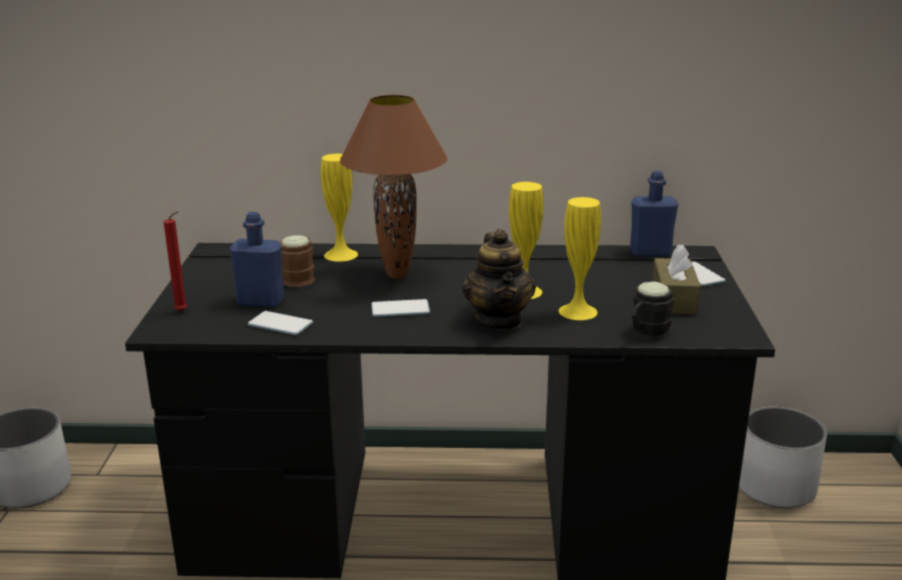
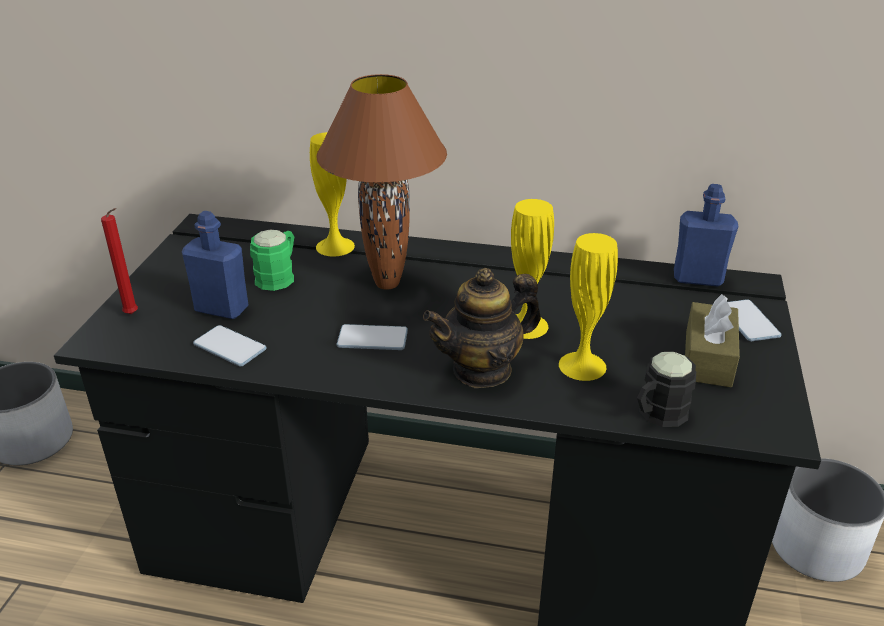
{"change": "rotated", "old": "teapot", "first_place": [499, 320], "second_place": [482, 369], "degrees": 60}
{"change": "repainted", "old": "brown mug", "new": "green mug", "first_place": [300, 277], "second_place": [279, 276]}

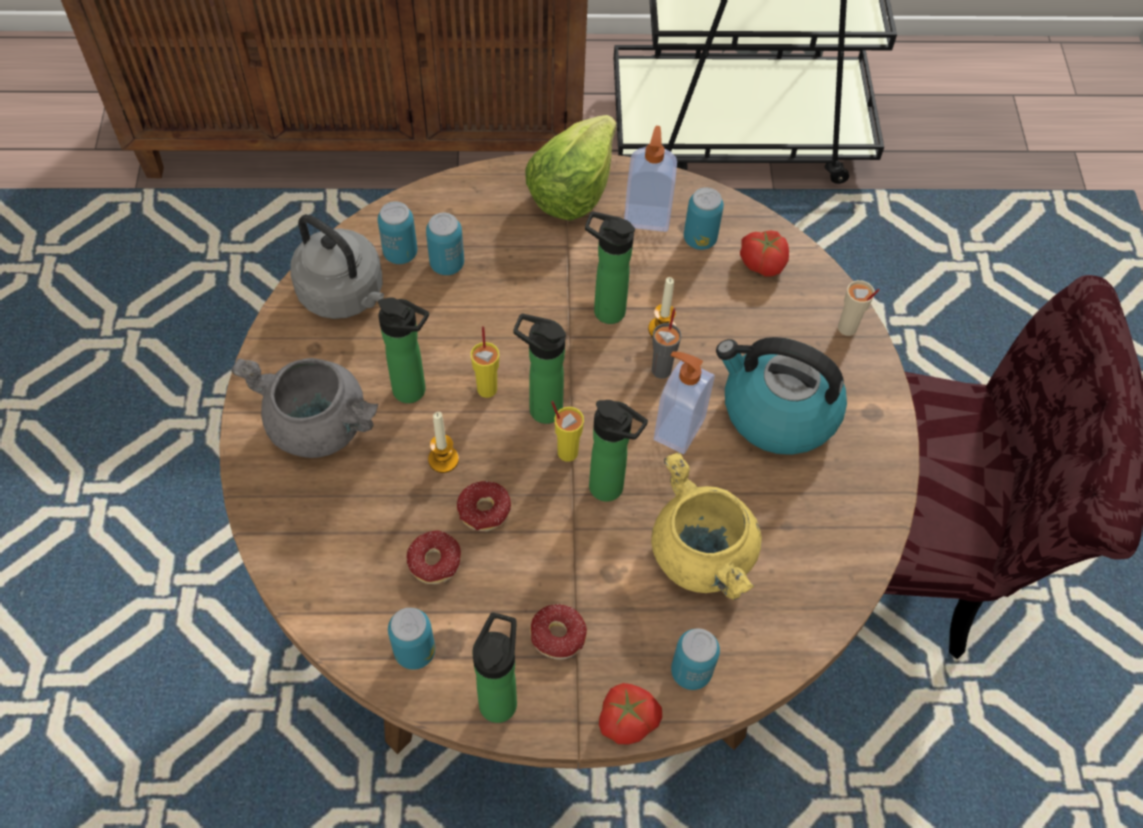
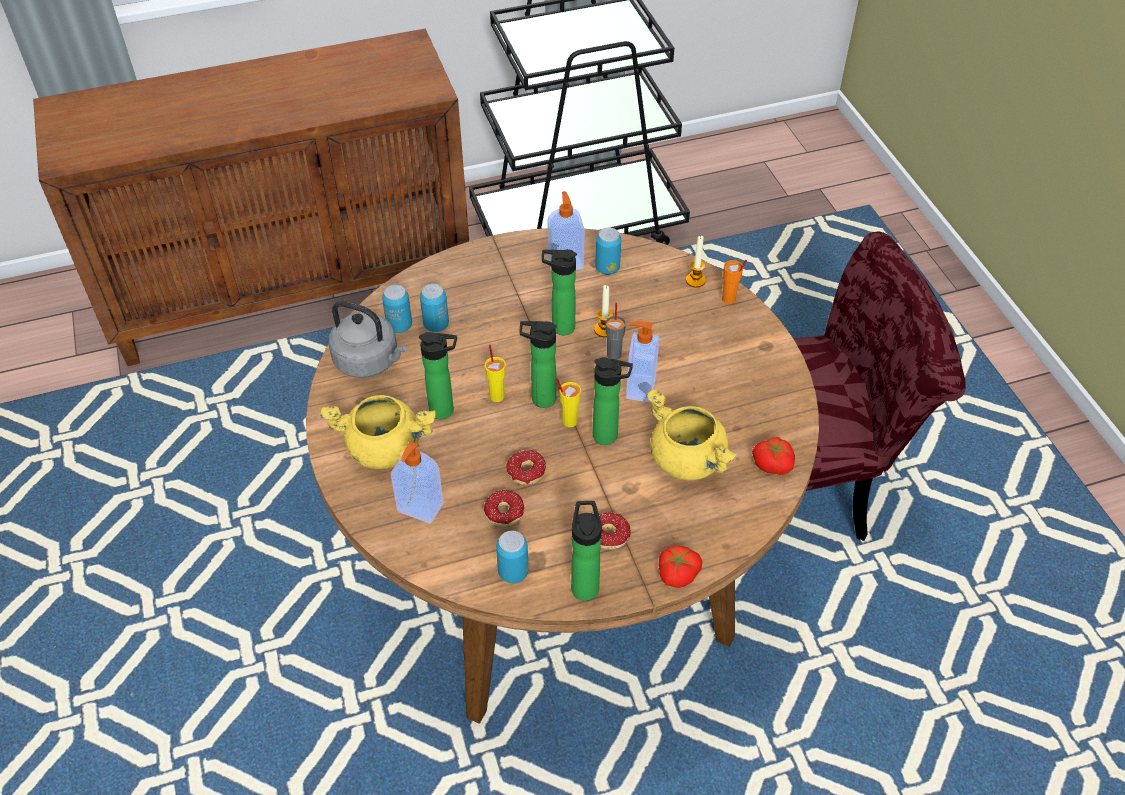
{"change": "gone", "old": "lettuce", "first_place": [572, 187]}
{"change": "shifted", "old": "tomato", "first_place": [763, 262], "second_place": [773, 463]}
{"change": "repainted", "old": "beige cup", "new": "orange cup", "first_place": [847, 328], "second_place": [729, 299]}
{"change": "gone", "old": "kettle", "first_place": [777, 411]}
{"change": "repainted", "old": "grey cooking pot", "new": "yellow cooking pot", "first_place": [319, 425], "second_place": [385, 448]}
{"change": "shifted", "old": "candle", "first_place": [443, 459], "second_place": [695, 280]}
{"change": "gone", "old": "can", "first_place": [691, 672]}
{"change": "new", "new": "soap dispenser", "second_place": [419, 509]}

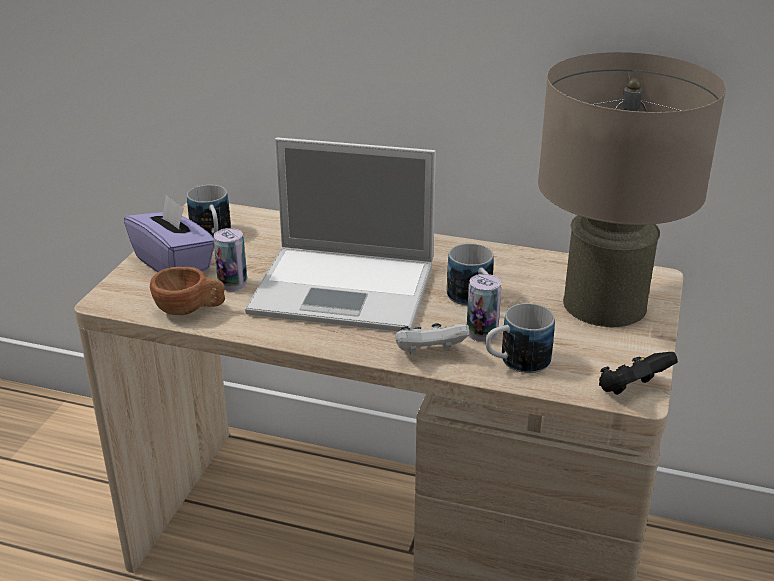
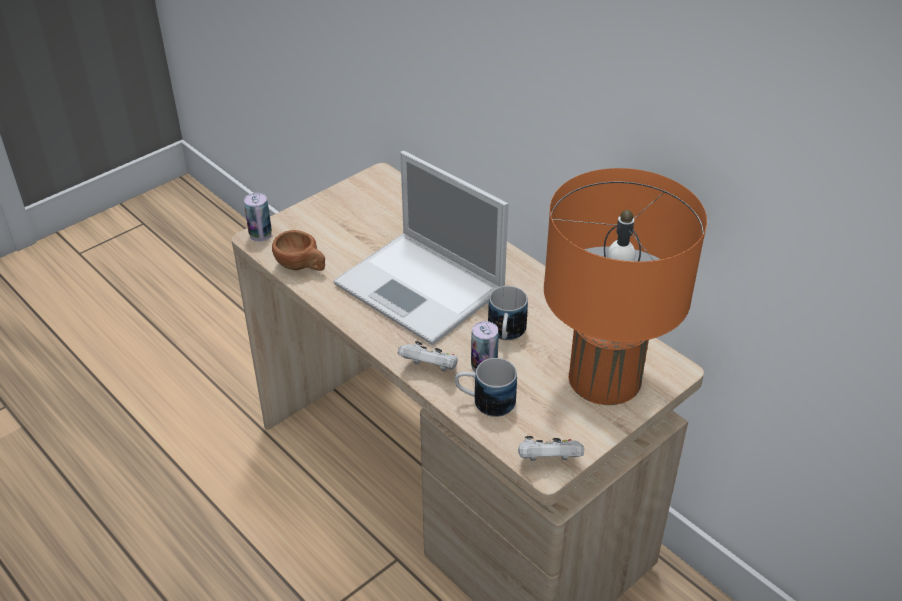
{"change": "repainted", "old": "beige table lamp", "new": "orange table lamp", "first_place": [604, 304], "second_place": [604, 378]}
{"change": "gone", "old": "mug", "first_place": [212, 235]}
{"change": "gone", "old": "purple tissue box", "first_place": [174, 264]}
{"change": "shifted", "old": "can", "first_place": [232, 284], "second_place": [260, 235]}
{"change": "repainted", "old": "black game controller", "new": "white game controller", "first_place": [632, 389], "second_place": [548, 461]}

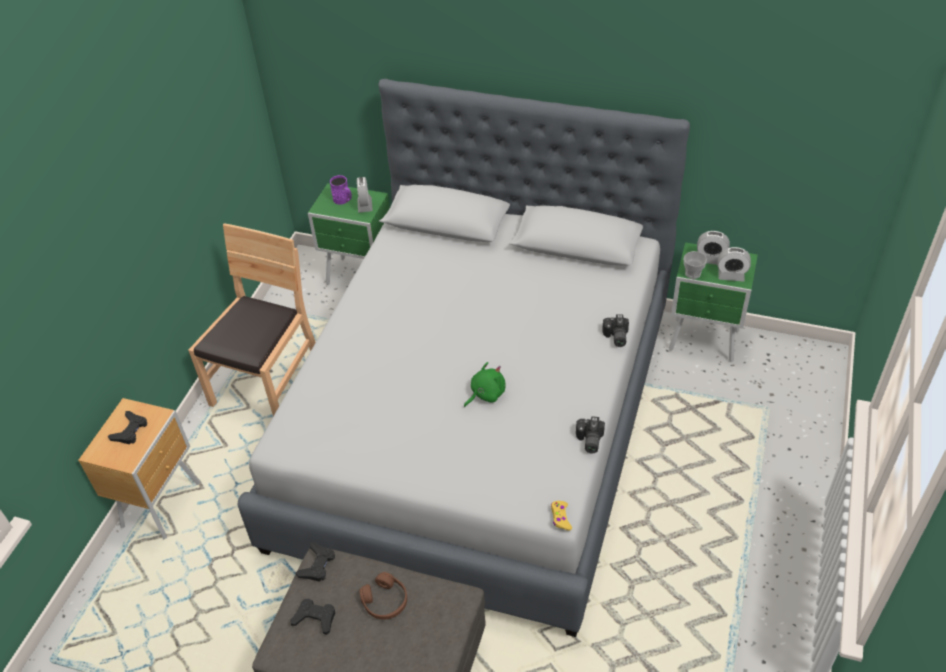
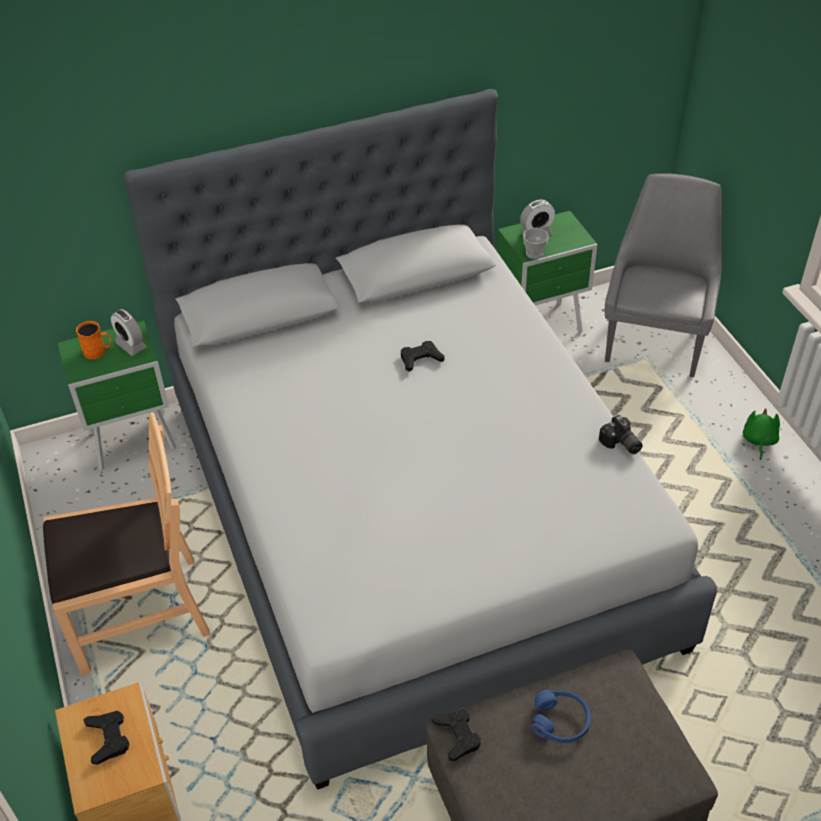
{"change": "repainted", "old": "purple mug", "new": "orange mug", "first_place": [343, 200], "second_place": [98, 351]}
{"change": "rotated", "old": "brown chair", "first_place": [268, 383], "second_place": [138, 613], "degrees": 90}
{"change": "gone", "old": "alarm clock", "first_place": [731, 276]}
{"change": "gone", "old": "photo camera", "first_place": [615, 337]}
{"change": "shifted", "old": "green plush toy", "first_place": [486, 394], "second_place": [758, 441]}
{"change": "gone", "old": "yellow game controller", "first_place": [560, 517]}
{"change": "repainted", "old": "brown headphones", "new": "blue headphones", "first_place": [385, 601], "second_place": [560, 721]}
{"change": "shifted", "old": "black game controller", "first_place": [315, 618], "second_place": [420, 359]}
{"change": "new", "new": "grey chair", "second_place": [655, 340]}

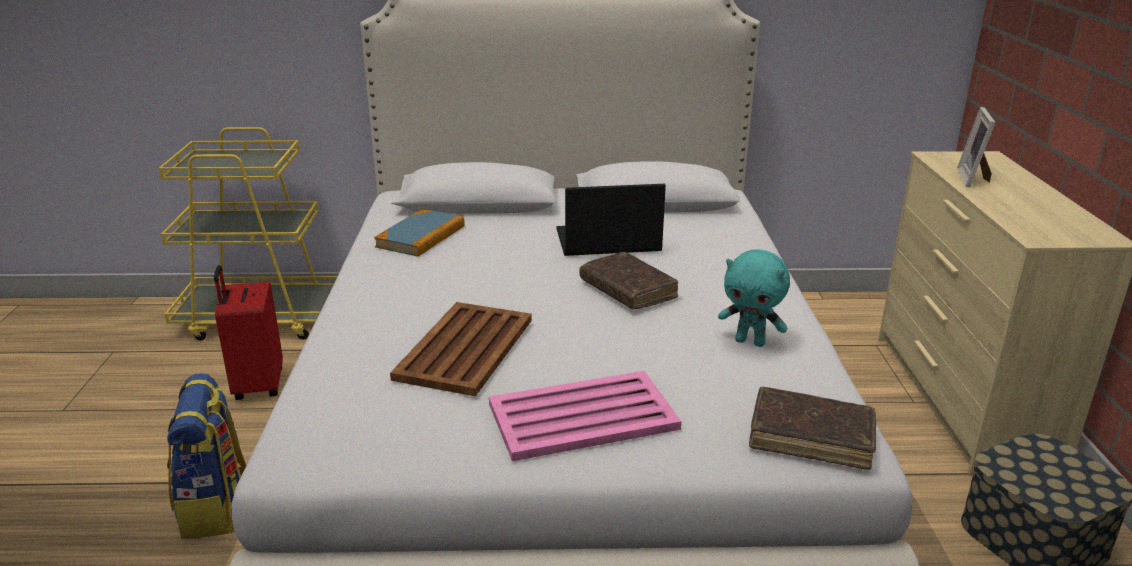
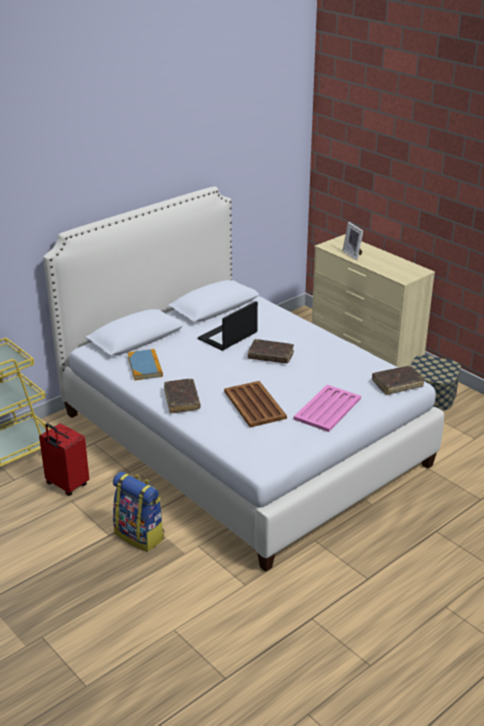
{"change": "gone", "old": "turquoise plush toy", "first_place": [750, 342]}
{"change": "new", "new": "brown book", "second_place": [182, 400]}

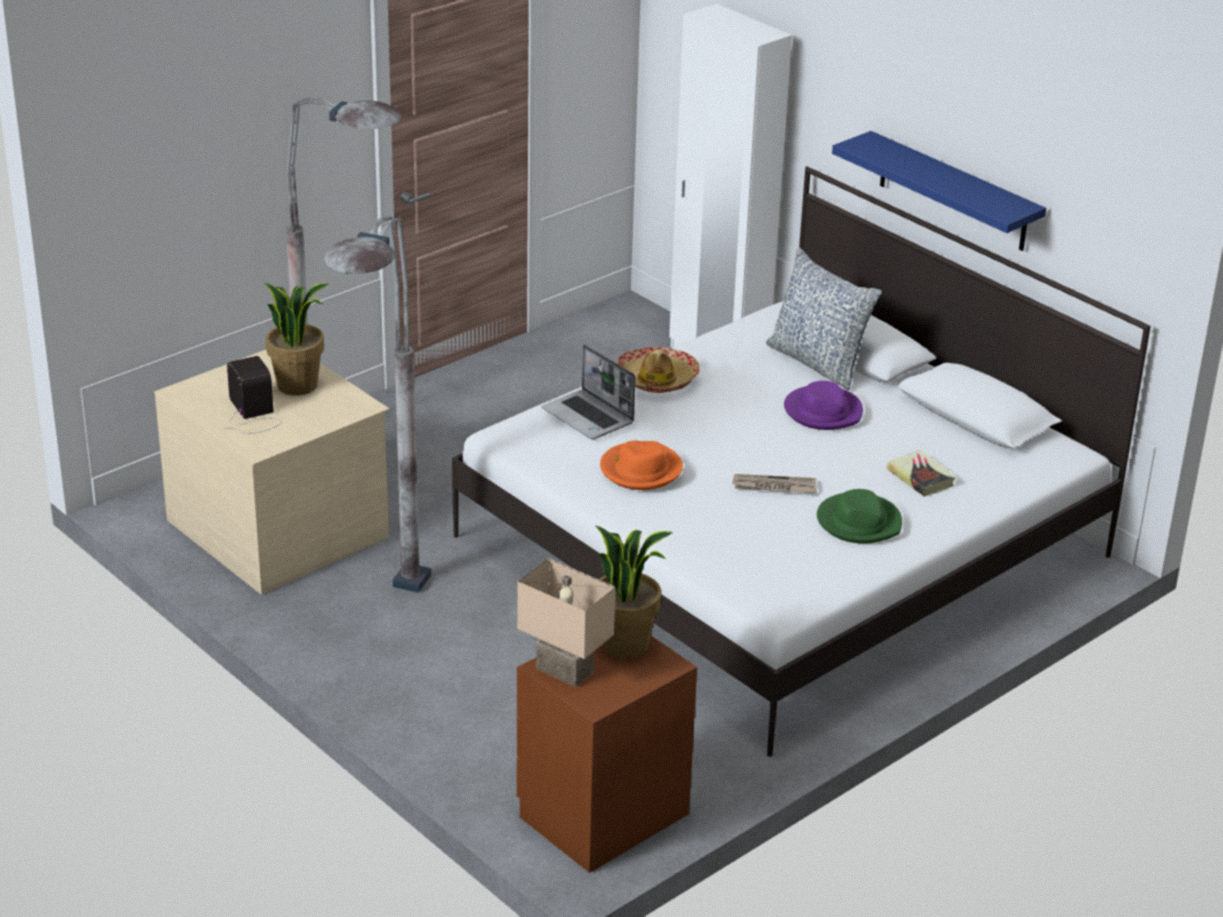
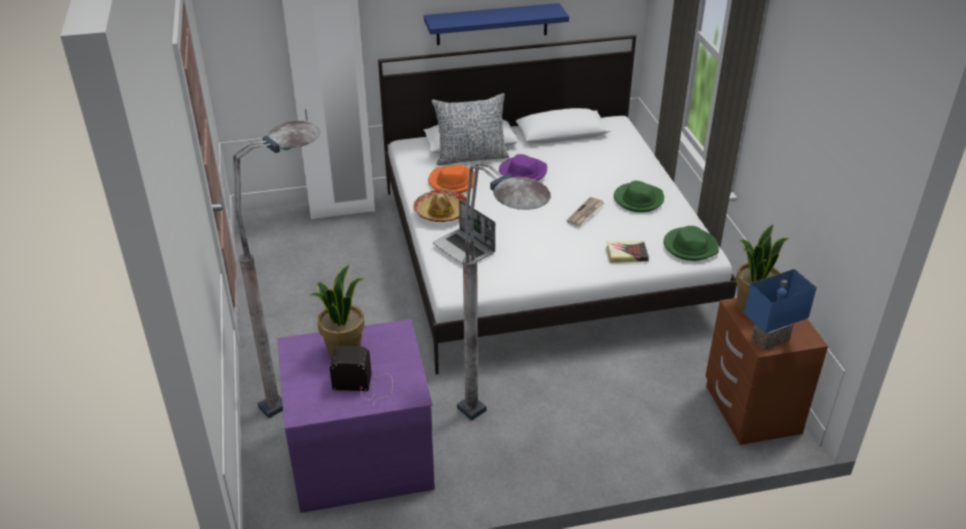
{"change": "rotated", "old": "laptop", "first_place": [589, 417], "second_place": [464, 249], "degrees": 60}
{"change": "repainted", "old": "beige dresser", "new": "purple dresser", "first_place": [280, 527], "second_place": [360, 453]}
{"change": "shifted", "old": "orange hat", "first_place": [640, 470], "second_place": [452, 182]}
{"change": "shifted", "old": "book", "first_place": [920, 477], "second_place": [626, 254]}
{"change": "repainted", "old": "beige table lamp", "new": "blue table lamp", "first_place": [562, 671], "second_place": [771, 340]}
{"change": "new", "new": "green hat", "second_place": [690, 246]}

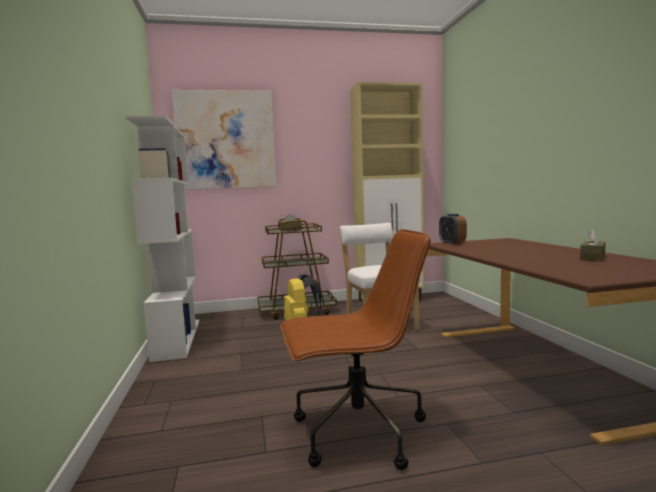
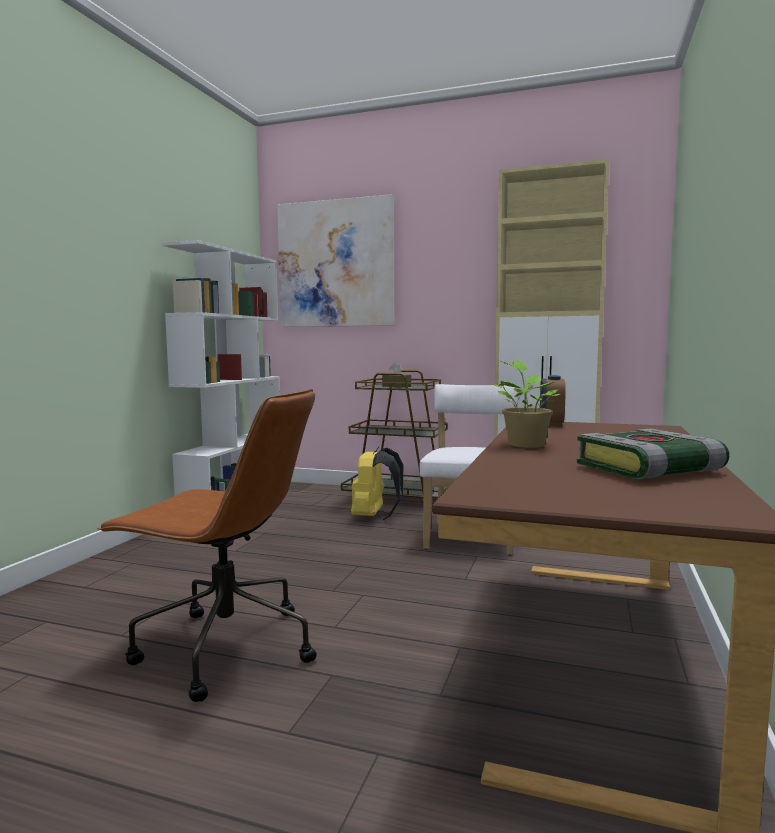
{"change": "swapped", "old": "brown tissue box", "new": "book", "first_place": [592, 258], "second_place": [648, 470]}
{"change": "new", "new": "potted plant", "second_place": [525, 444]}

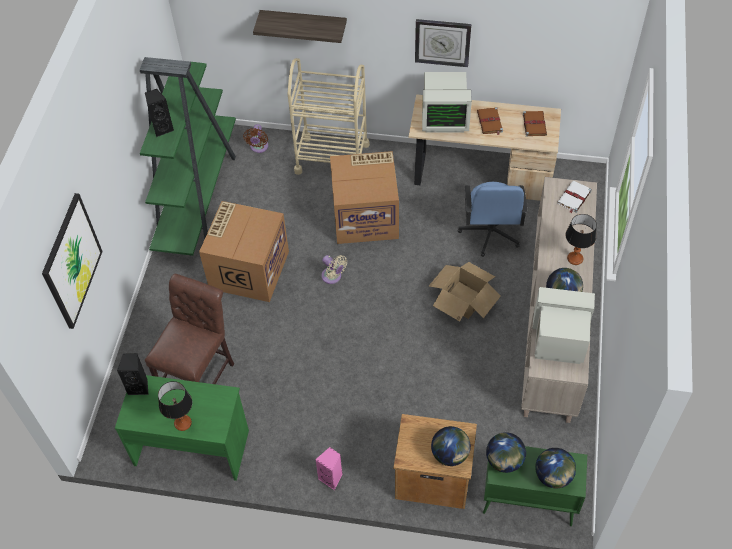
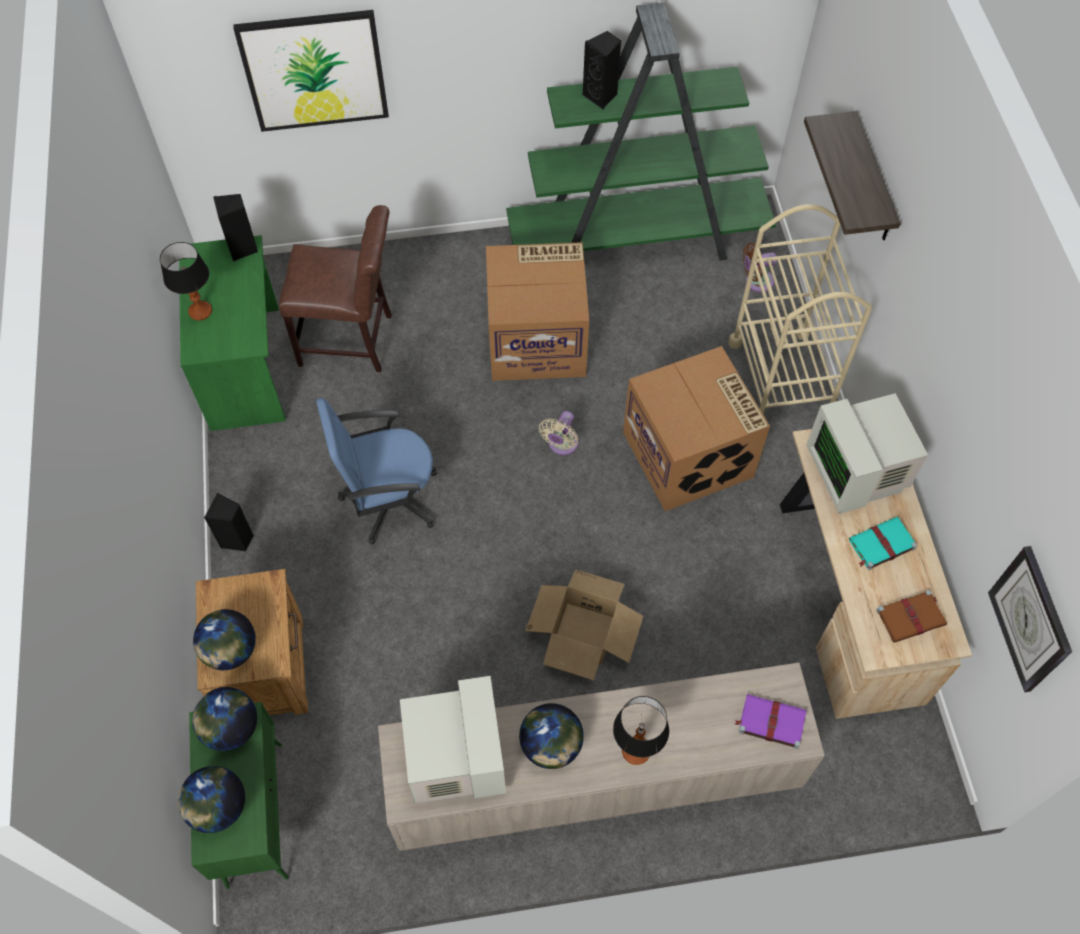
{"change": "shifted", "old": "wall clock", "first_place": [442, 42], "second_place": [1030, 619]}
{"change": "repainted", "old": "brown book", "new": "turquoise book", "first_place": [490, 122], "second_place": [881, 544]}
{"change": "repainted", "old": "white book", "new": "purple book", "first_place": [573, 198], "second_place": [770, 721]}
{"change": "shifted", "old": "blue office chair", "first_place": [490, 233], "second_place": [389, 499]}
{"change": "repainted", "old": "pink speaker", "new": "black speaker", "first_place": [331, 478], "second_place": [237, 540]}

